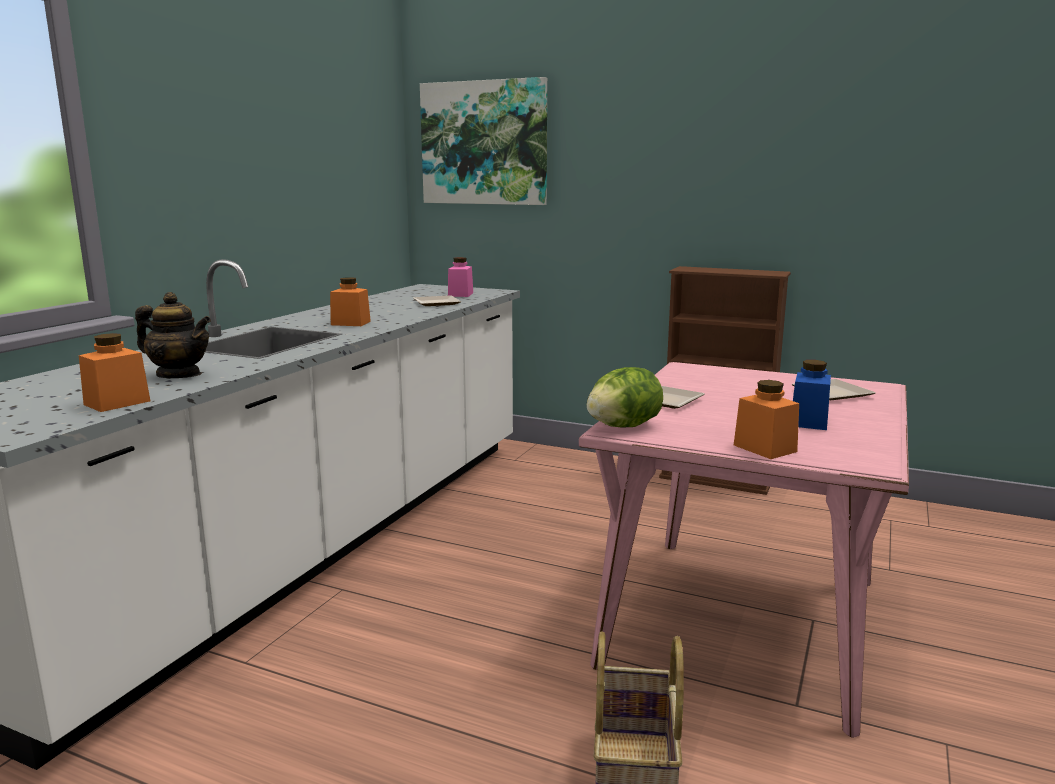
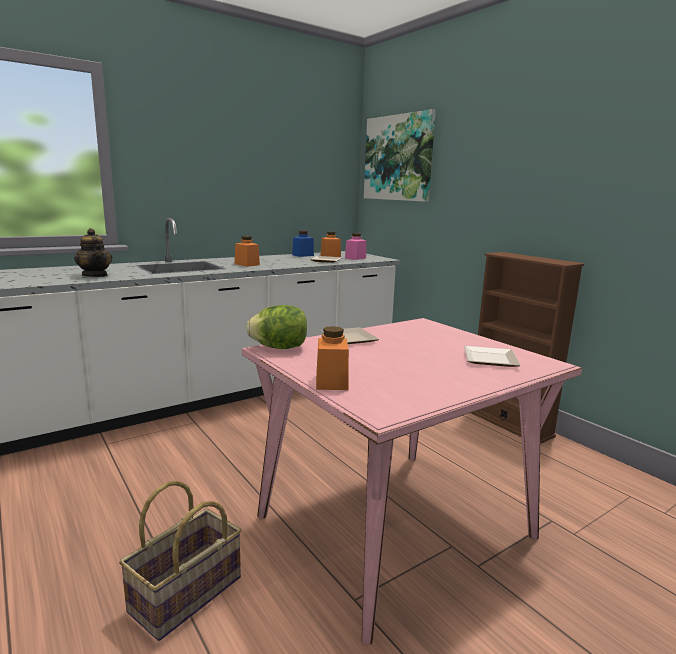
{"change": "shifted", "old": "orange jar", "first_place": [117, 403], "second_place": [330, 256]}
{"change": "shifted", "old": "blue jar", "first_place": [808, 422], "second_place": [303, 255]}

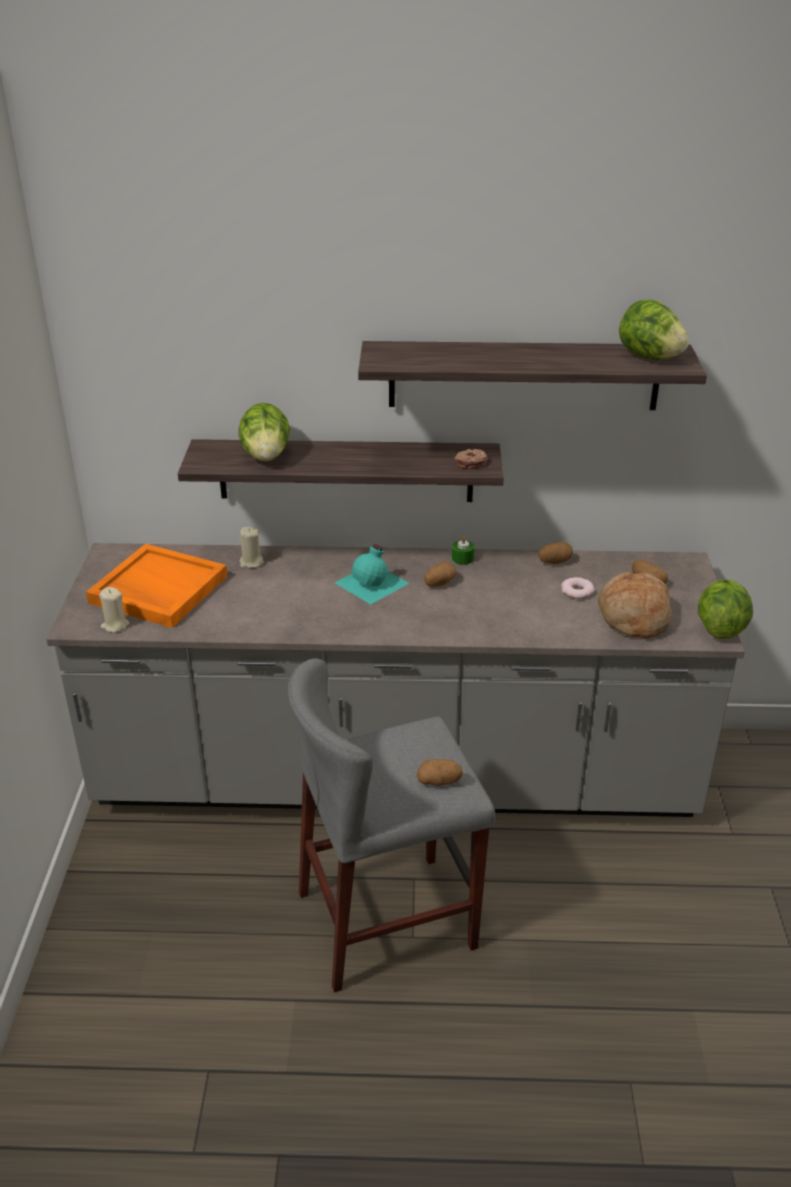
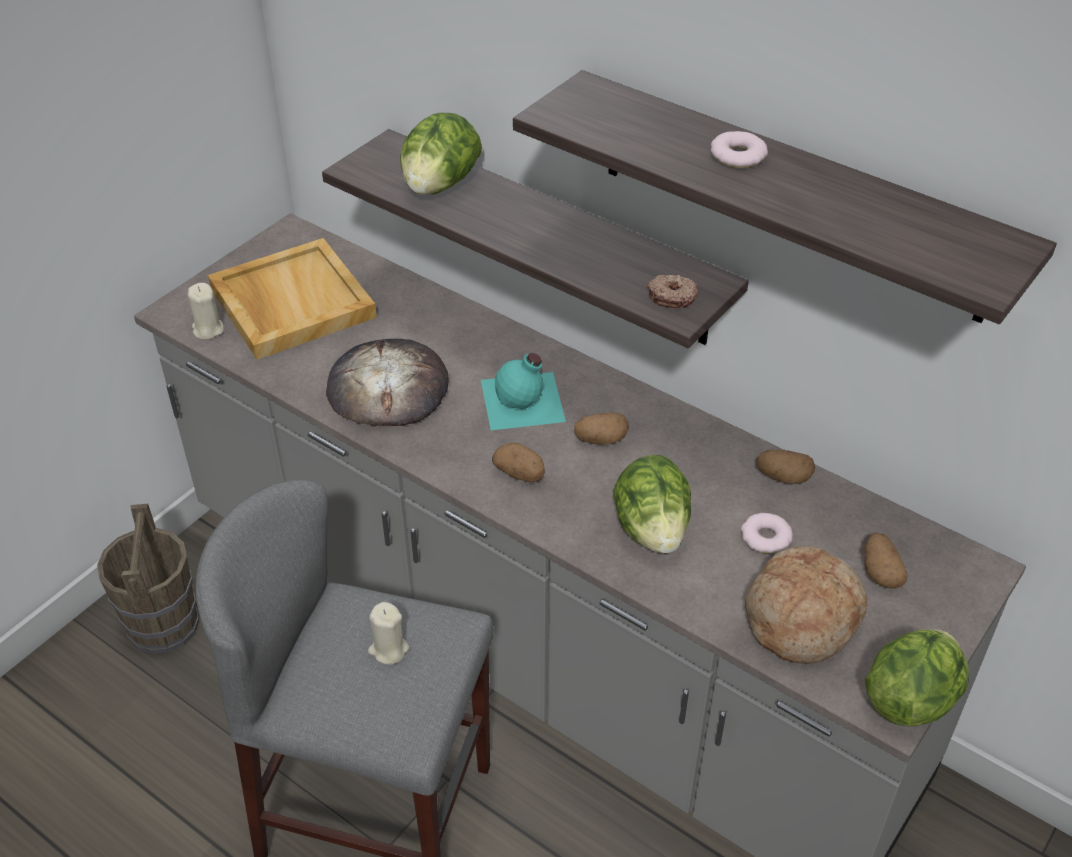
{"change": "shifted", "old": "lettuce", "first_place": [649, 357], "second_place": [652, 529]}
{"change": "shifted", "old": "beige candle", "first_place": [251, 562], "second_place": [388, 649]}
{"change": "gone", "old": "green candle", "first_place": [462, 558]}
{"change": "repainted", "old": "orange tray", "new": "beige tray", "first_place": [157, 590], "second_place": [290, 302]}
{"change": "shifted", "old": "potato", "first_place": [439, 781], "second_place": [520, 473]}
{"change": "new", "new": "donut", "second_place": [737, 155]}
{"change": "new", "new": "bread", "second_place": [388, 388]}
{"change": "new", "new": "brown bucket", "second_place": [163, 623]}

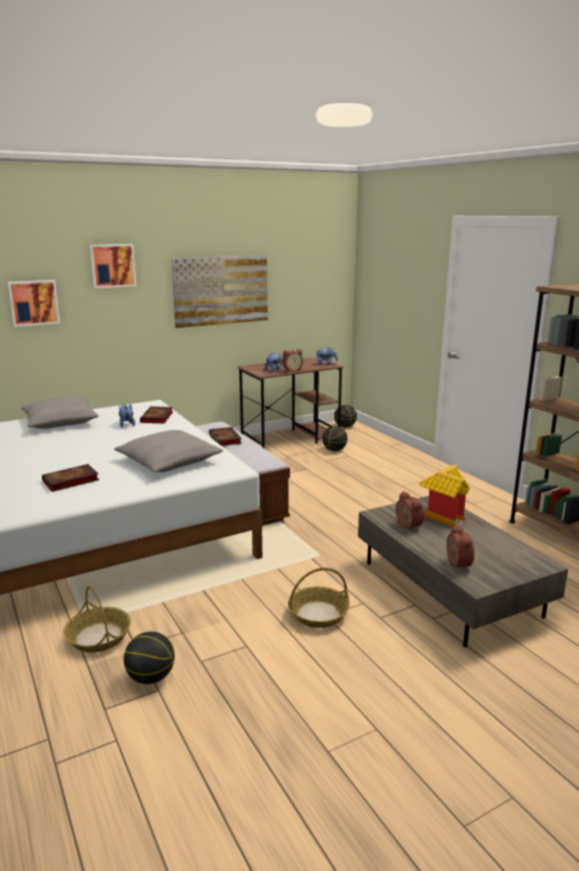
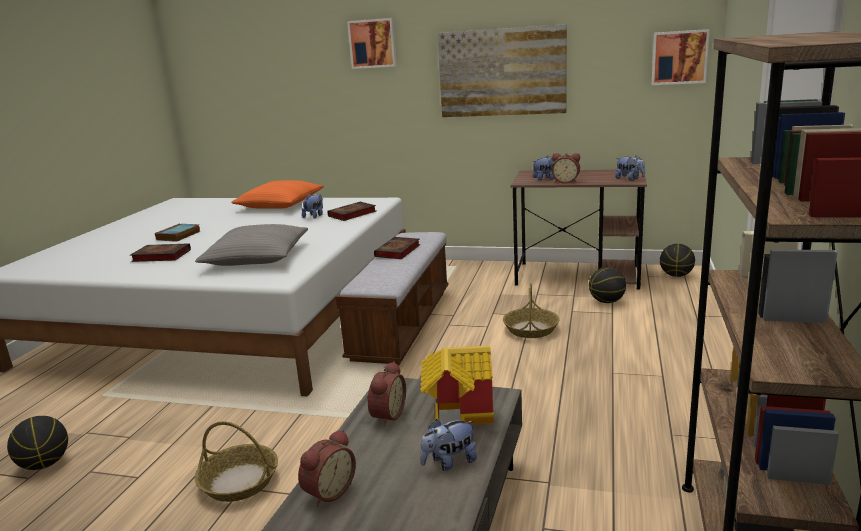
{"change": "shifted", "old": "picture", "first_place": [34, 302], "second_place": [679, 57]}
{"change": "repainted", "old": "grey pillow", "new": "orange pillow", "first_place": [60, 422], "second_place": [280, 204]}
{"change": "shifted", "old": "basket", "first_place": [99, 637], "second_place": [531, 329]}
{"change": "new", "new": "book", "second_place": [178, 236]}
{"change": "new", "new": "plush toy", "second_place": [449, 462]}

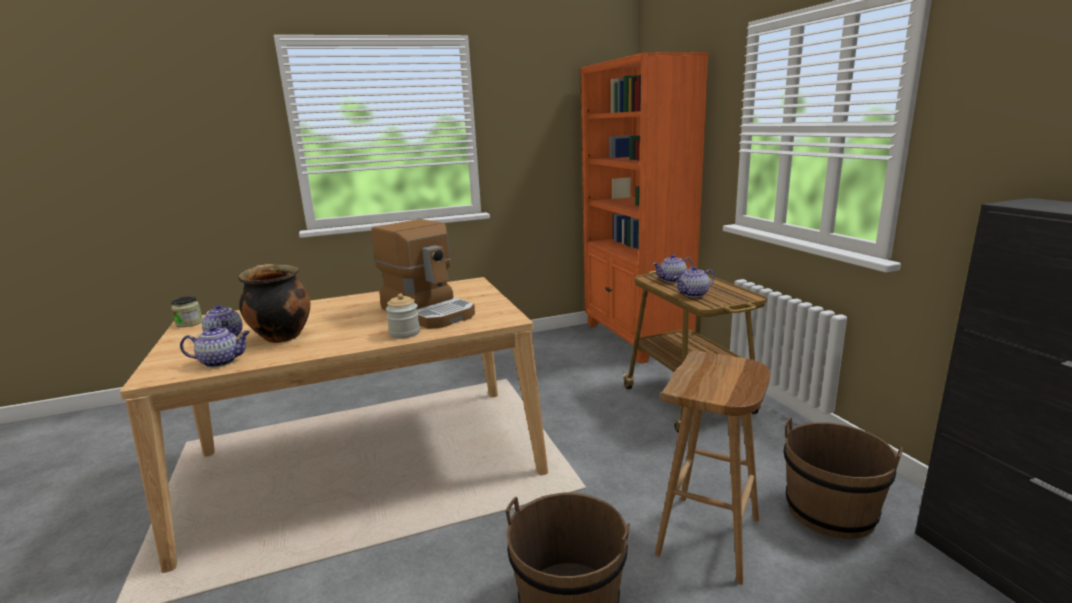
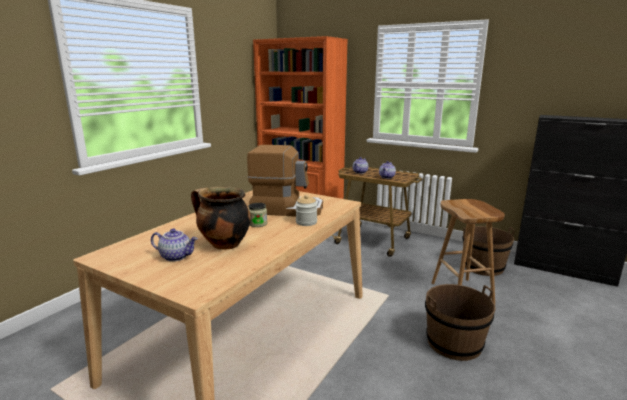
{"change": "shifted", "old": "jar", "first_place": [189, 323], "second_place": [257, 224]}
{"change": "gone", "old": "teapot", "first_place": [221, 361]}

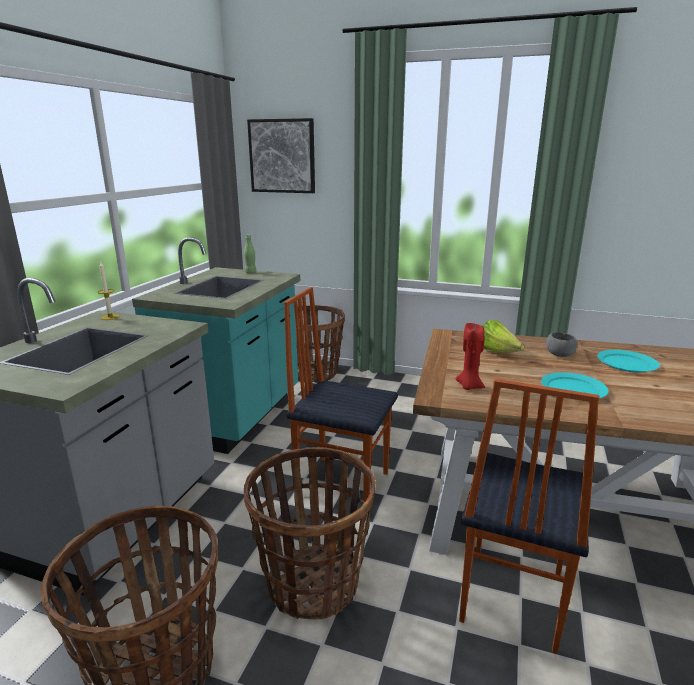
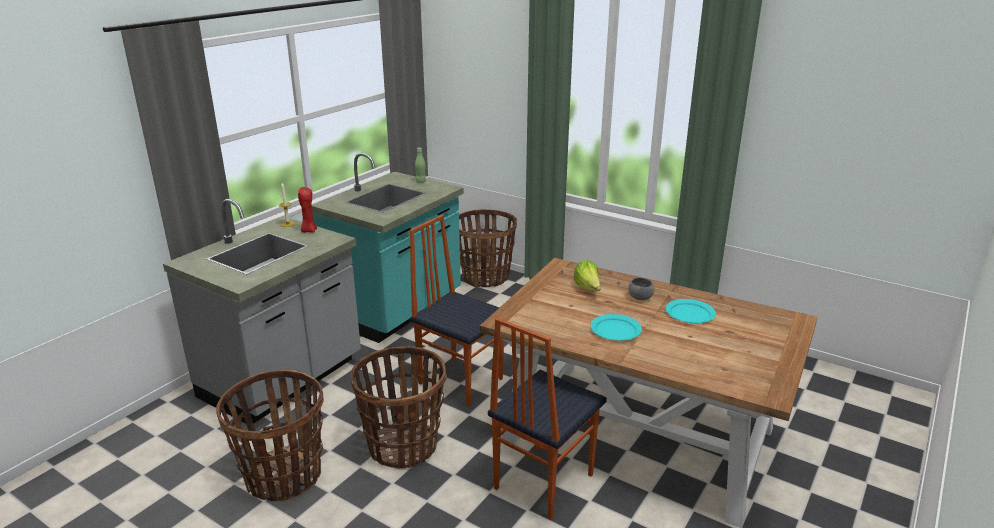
{"change": "gone", "old": "picture", "first_place": [282, 156]}
{"change": "shifted", "old": "red candle", "first_place": [469, 386], "second_place": [308, 231]}

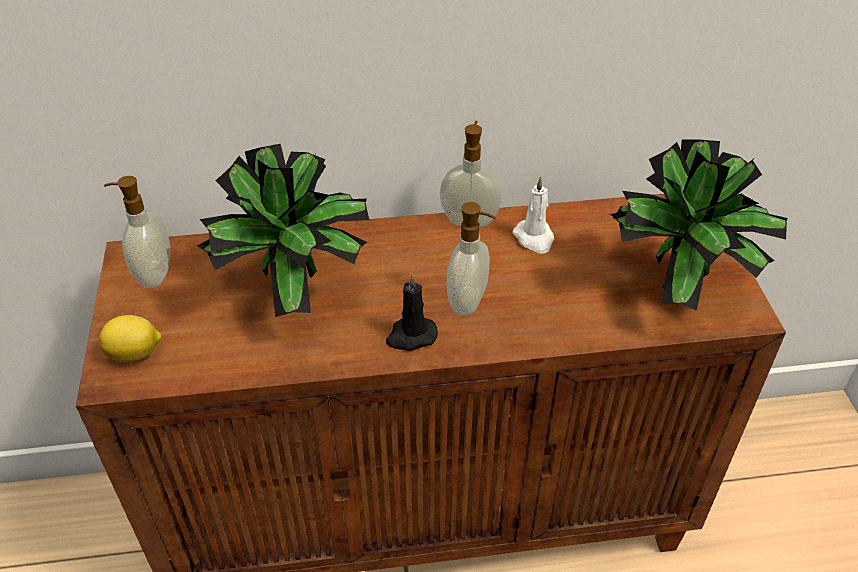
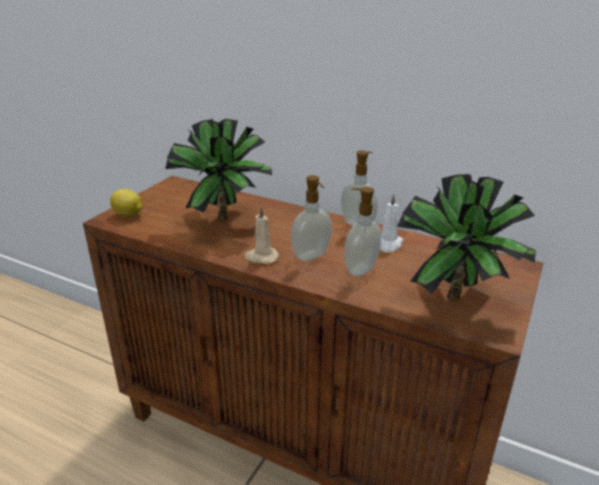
{"change": "shifted", "old": "soap dispenser", "first_place": [153, 274], "second_place": [360, 269]}
{"change": "repainted", "old": "black candle", "new": "beige candle", "first_place": [411, 336], "second_place": [261, 257]}

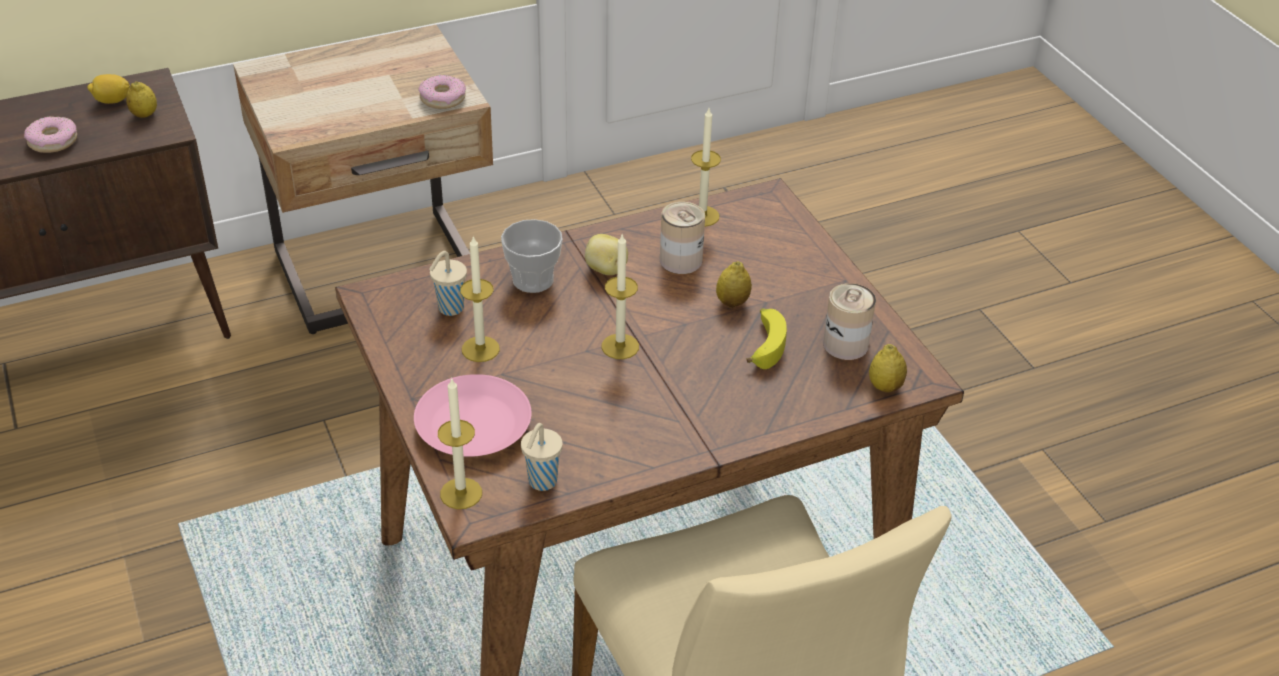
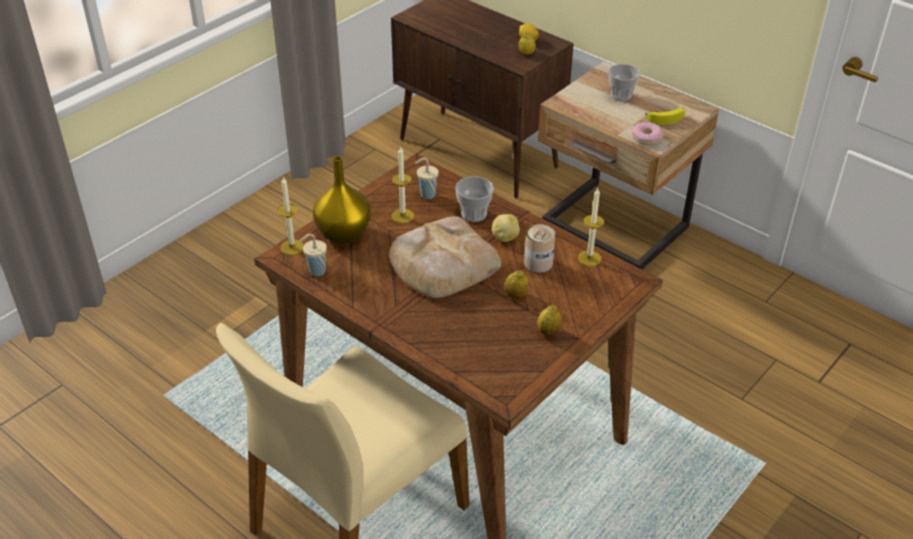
{"change": "gone", "old": "donut", "first_place": [53, 141]}
{"change": "swapped", "old": "candle", "new": "bread", "first_place": [620, 346], "second_place": [442, 264]}
{"change": "gone", "old": "can", "first_place": [845, 344]}
{"change": "shifted", "old": "banana", "first_place": [764, 344], "second_place": [666, 118]}
{"change": "shifted", "old": "lemon", "first_place": [885, 387], "second_place": [548, 332]}
{"change": "swapped", "old": "pink plate", "new": "yellow vase", "first_place": [474, 426], "second_place": [342, 234]}
{"change": "new", "new": "cup", "second_place": [621, 95]}

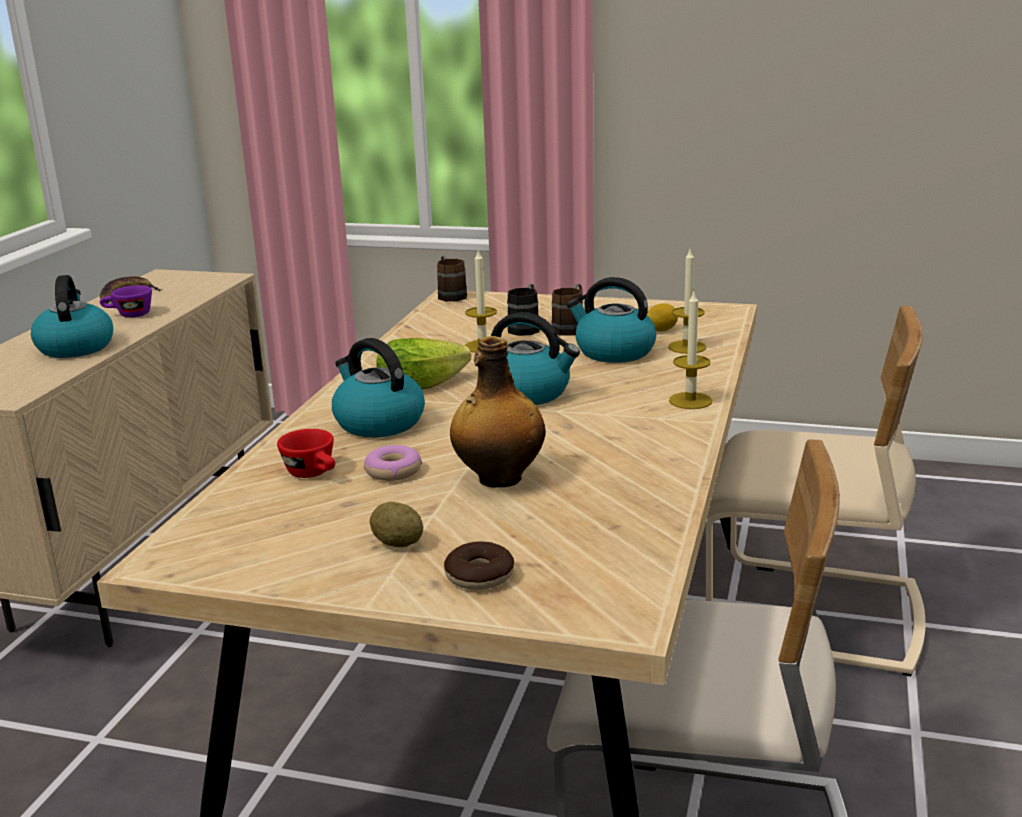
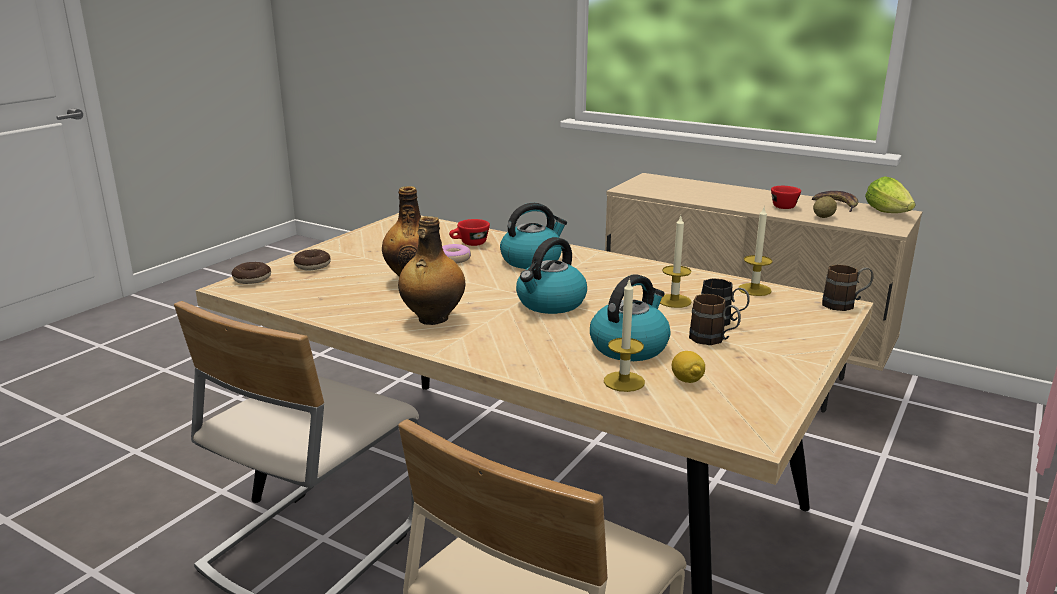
{"change": "gone", "old": "kettle", "first_place": [75, 347]}
{"change": "repainted", "old": "purple cup", "new": "red cup", "first_place": [129, 315], "second_place": [782, 206]}
{"change": "shifted", "old": "candle", "first_place": [690, 401], "second_place": [754, 289]}
{"change": "shifted", "old": "lettuce", "first_place": [427, 384], "second_place": [889, 212]}
{"change": "shifted", "old": "potato", "first_place": [397, 543], "second_place": [823, 217]}
{"change": "new", "new": "bottle", "second_place": [432, 319]}
{"change": "new", "new": "donut", "second_place": [252, 279]}

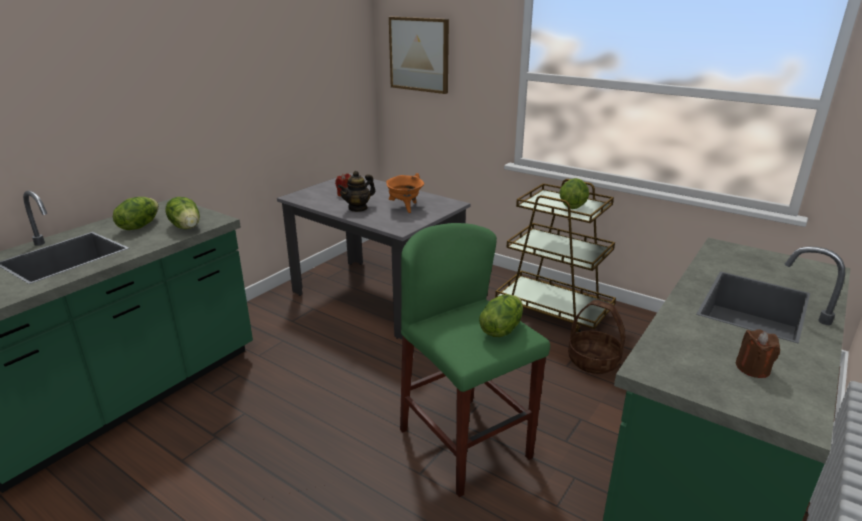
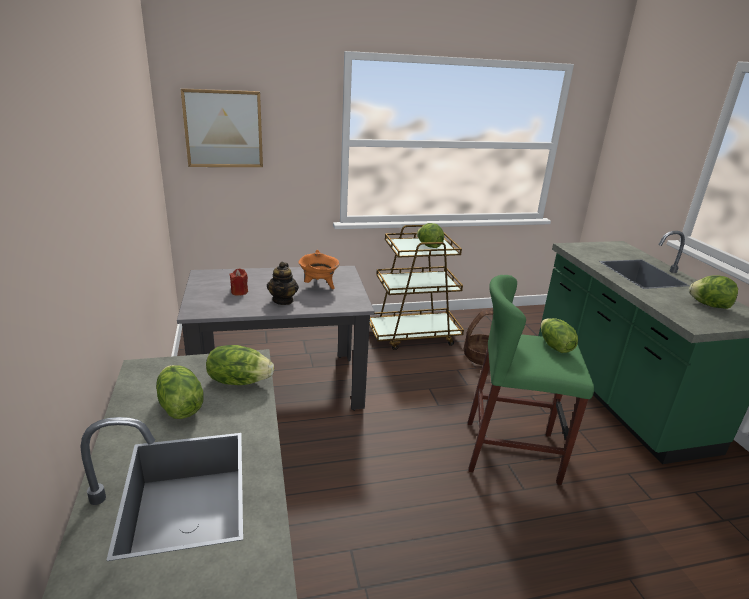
{"change": "swapped", "old": "brown candle", "new": "lettuce", "first_place": [753, 368], "second_place": [709, 305]}

